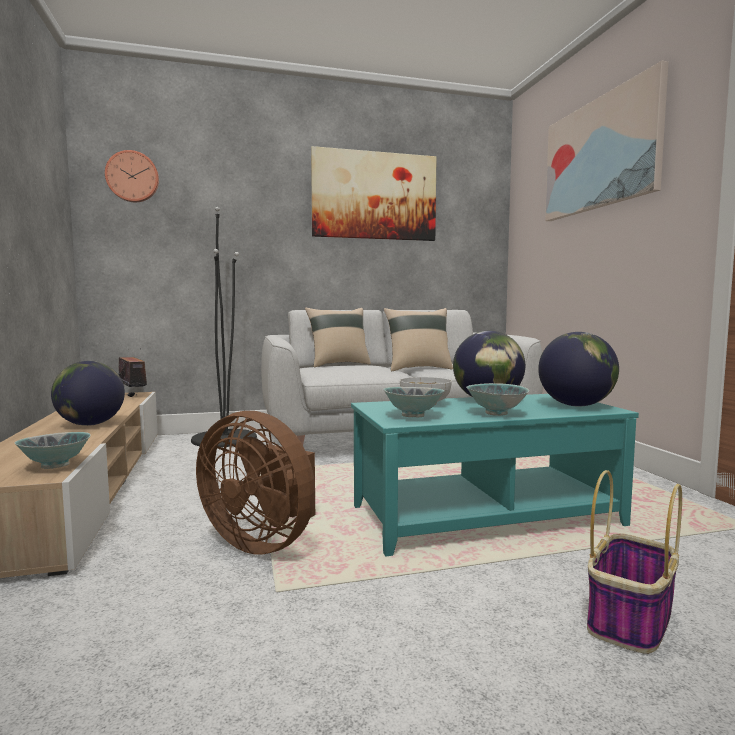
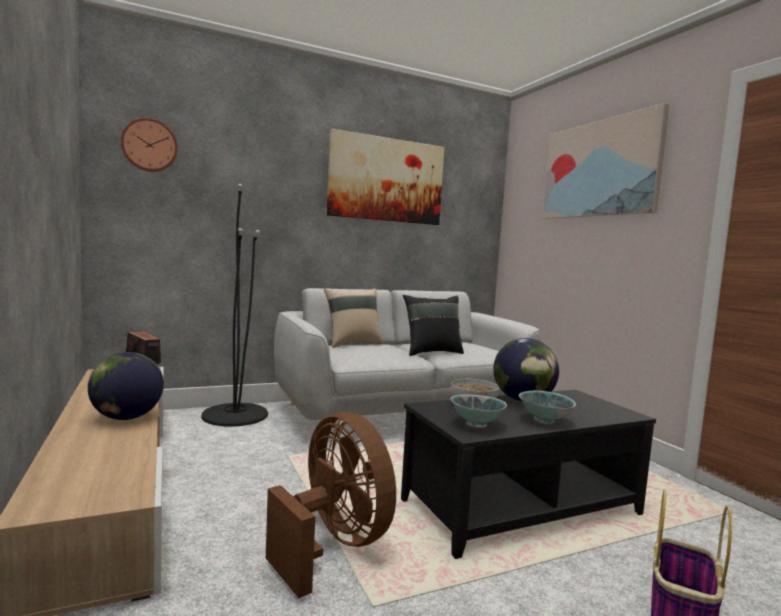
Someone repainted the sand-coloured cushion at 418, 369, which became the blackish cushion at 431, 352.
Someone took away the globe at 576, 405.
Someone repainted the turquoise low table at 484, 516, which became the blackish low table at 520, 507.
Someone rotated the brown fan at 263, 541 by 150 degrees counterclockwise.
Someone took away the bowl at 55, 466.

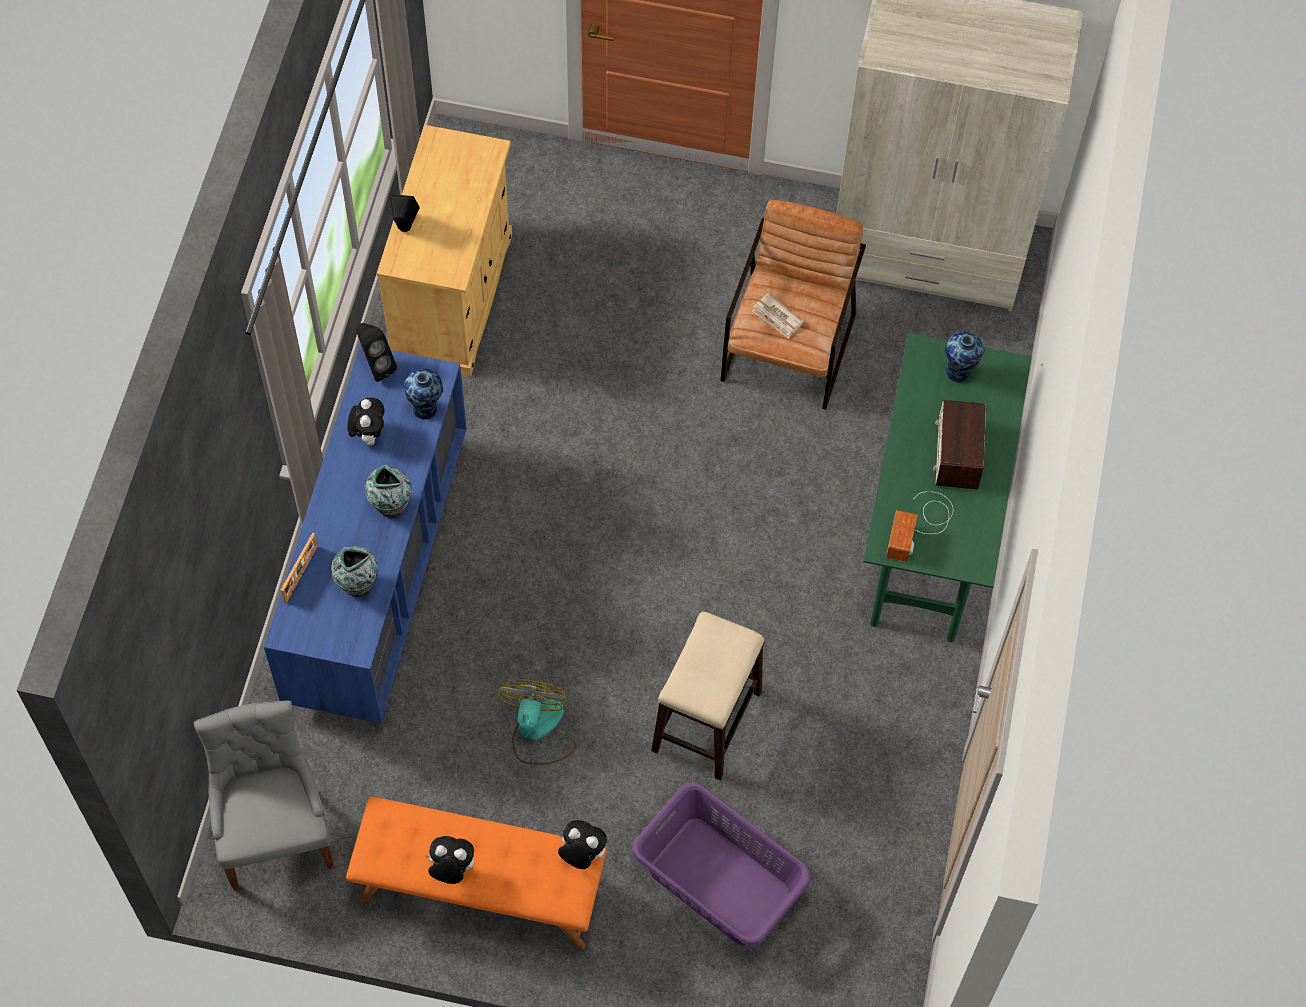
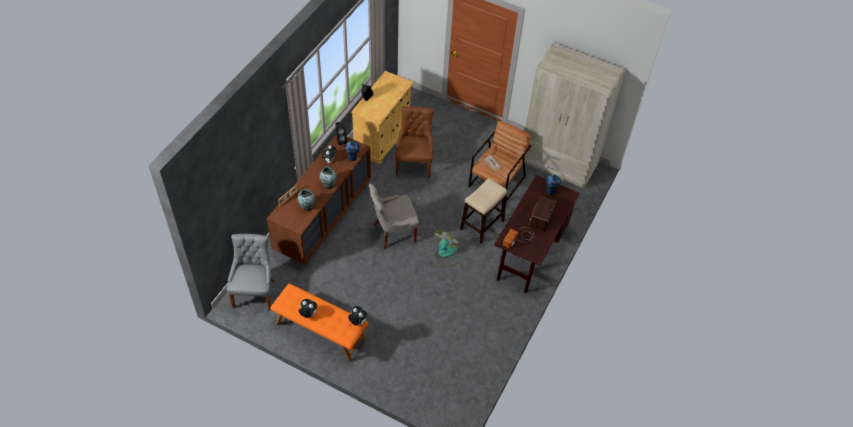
Someone repainted the green desk unit at 931, 529, which became the brown desk unit at 530, 253.
Someone repainted the bluish chest of drawers at 378, 573, which became the brown chest of drawers at 323, 218.
Someone carried the sitting stool from 707, 720 to 482, 224.
Someone carried the fan from 538, 730 to 445, 254.
Someone took away the purplish washing basket at 718, 882.
Someone put down the brown chair at 414, 164.
Someone put down the gray chair at 393, 233.

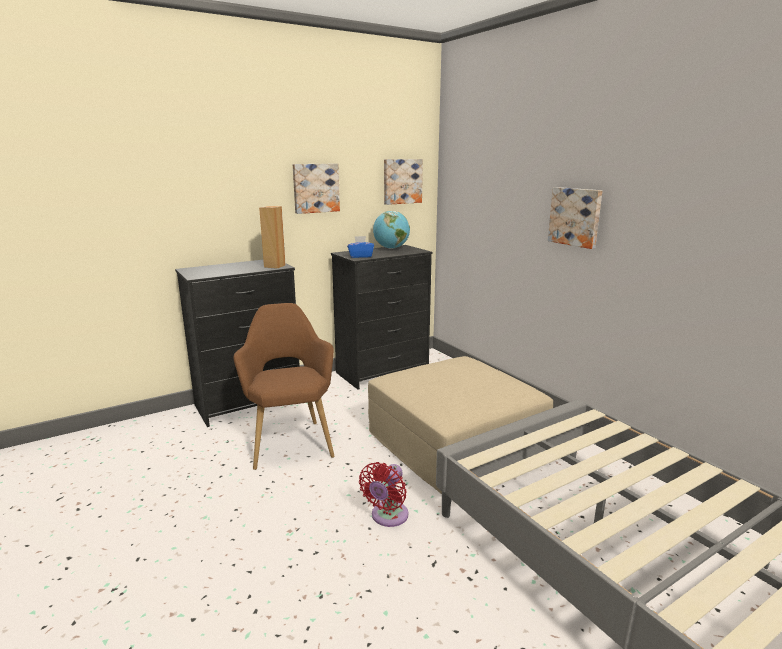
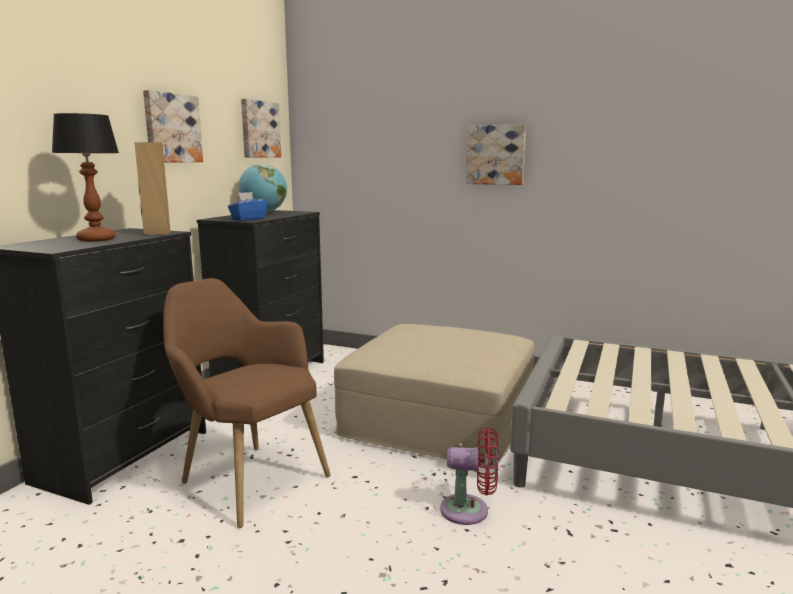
Someone rotated the reddish fan at 387, 517 by 75 degrees counterclockwise.
Someone put down the table lamp at 95, 239.

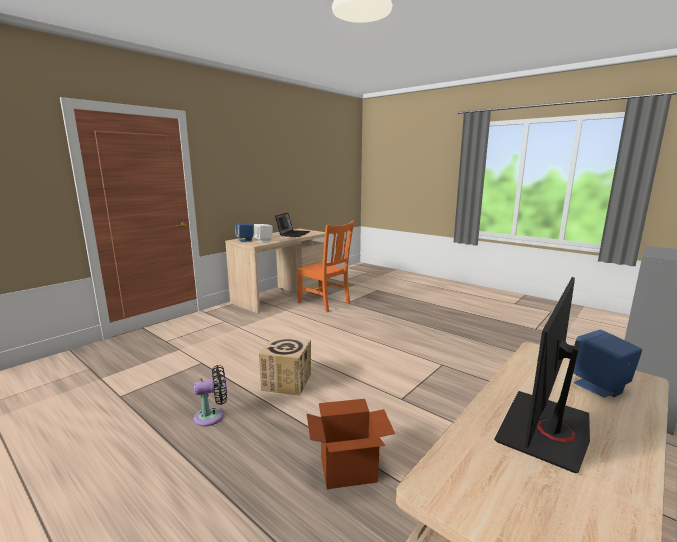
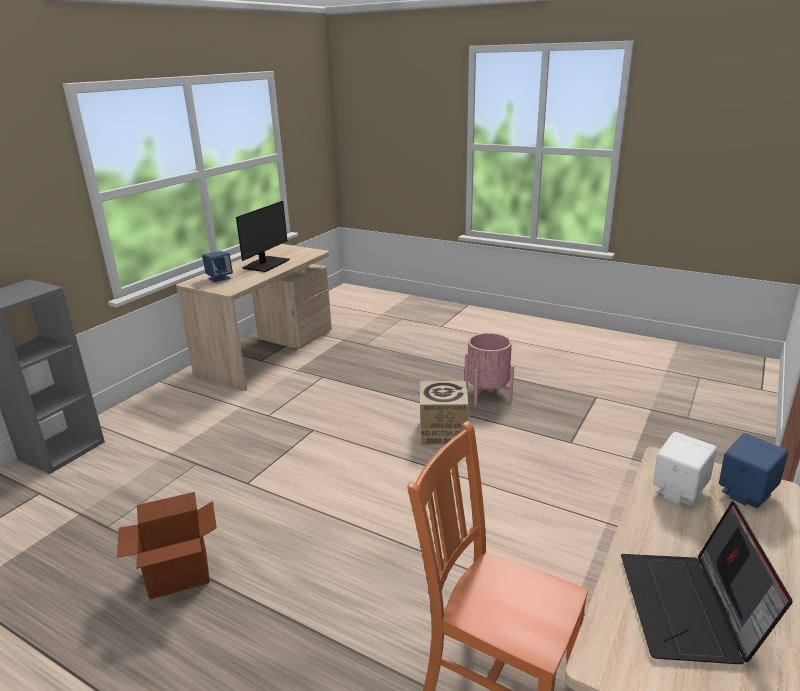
Someone swapped the blackish fan at 212, 416 for the pink-coloured planter at 487, 393.
Someone carried the carton from 349, 470 to 178, 575.

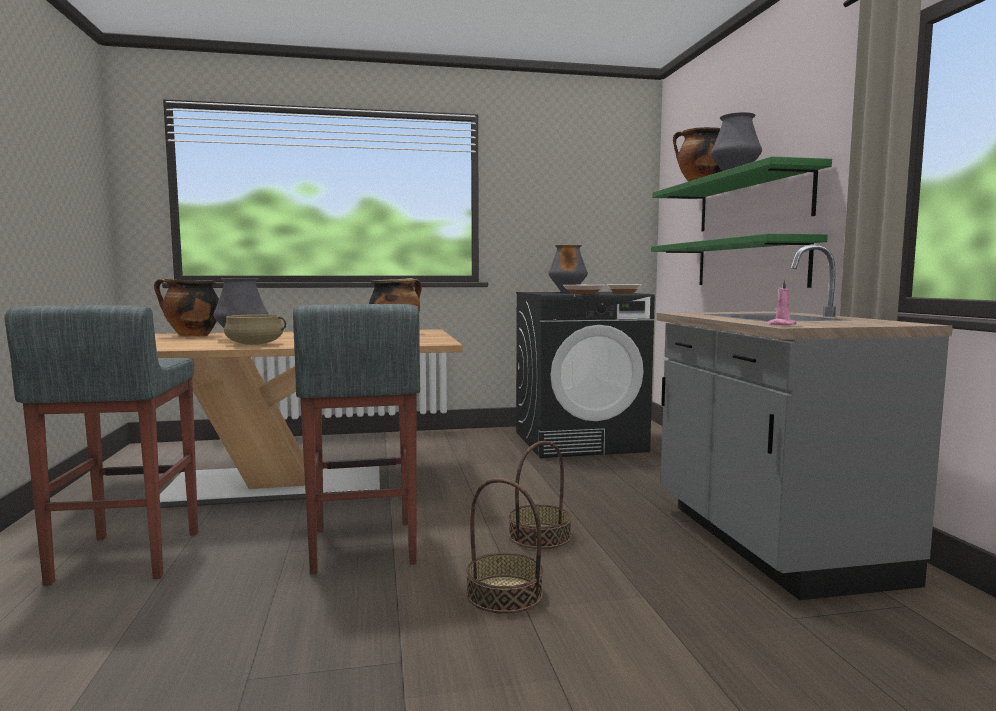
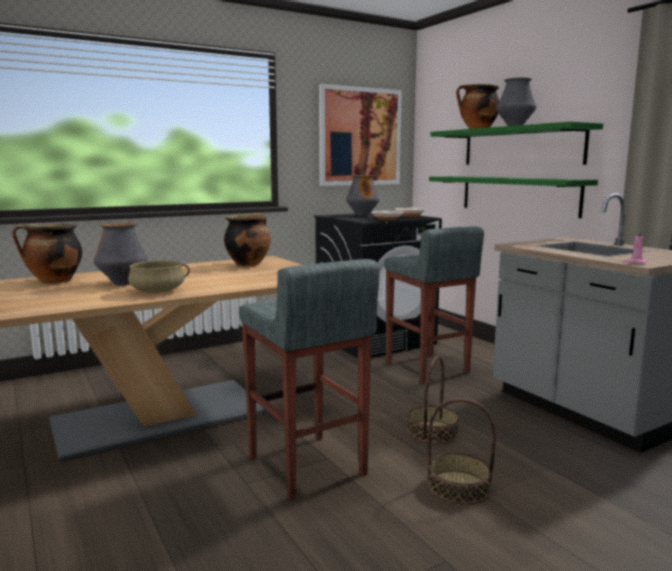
Someone carried the gray sitting stool from 124, 558 to 426, 368.
Someone put up the wall picture at 360, 137.

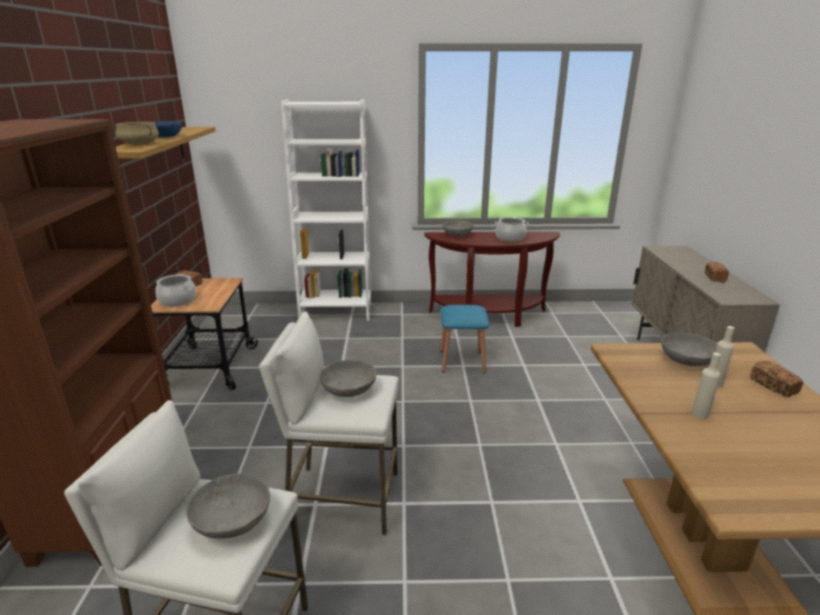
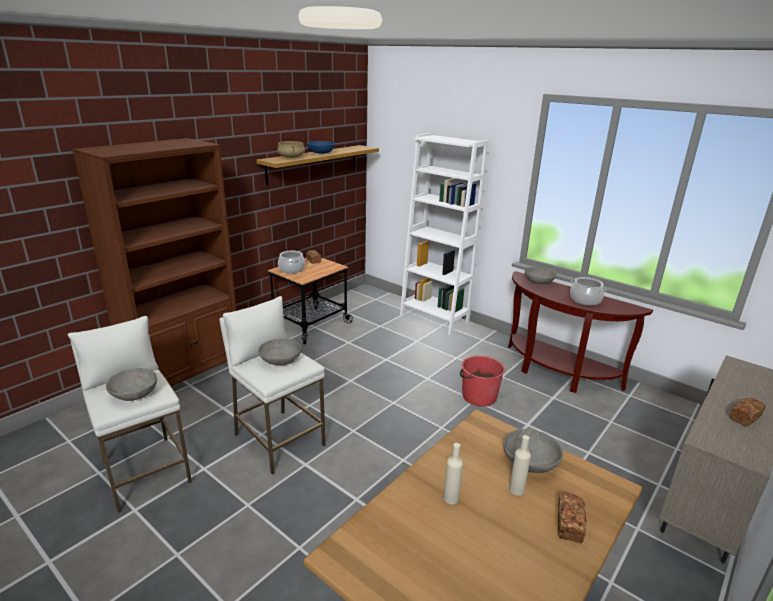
Someone swapped the bluish sitting stool at 462, 361 for the reddish pail at 478, 396.

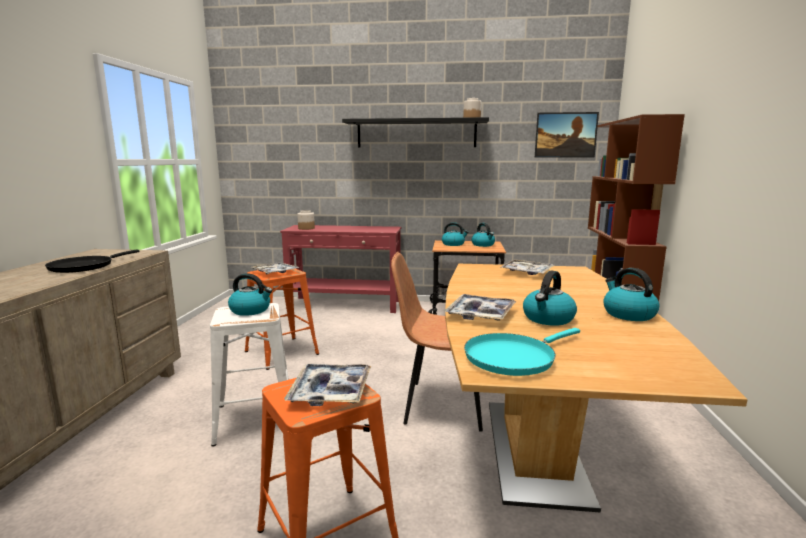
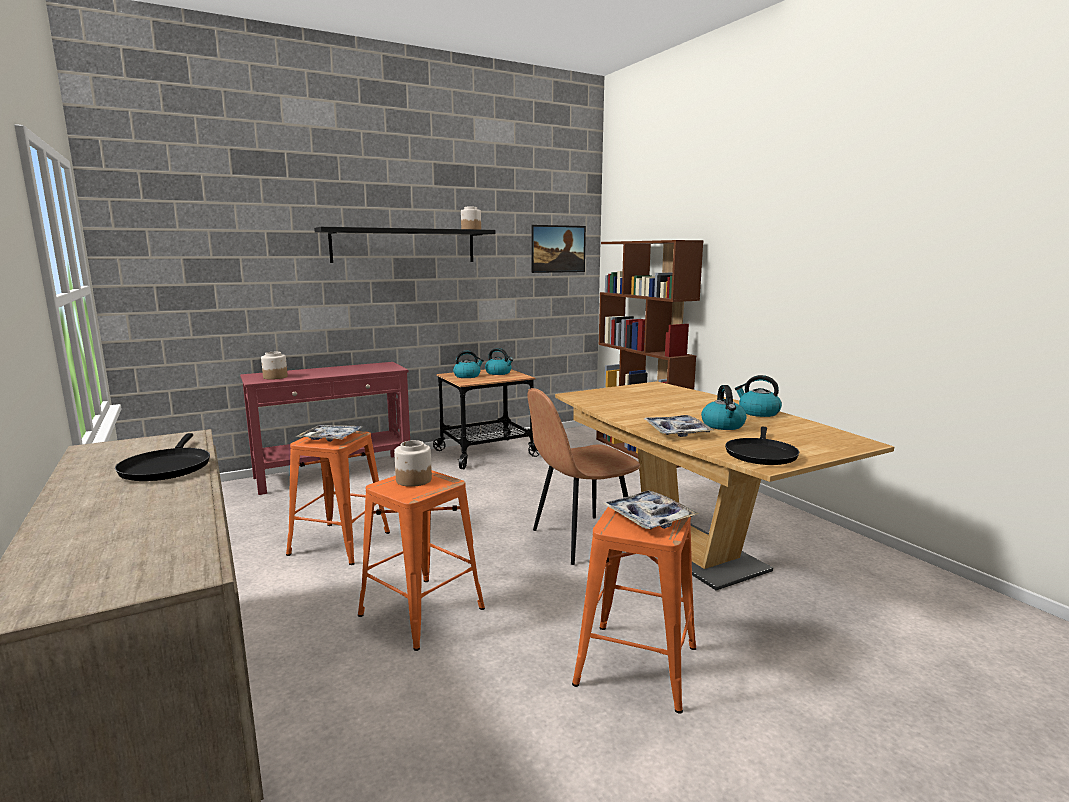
Someone took away the tray at 527, 272.
Someone swapped the kettle at 251, 310 for the storage jar at 413, 480.
Someone repainted the whitish sitting stool at 255, 418, which became the orangey sitting stool at 421, 611.
Someone repainted the turquoise pan at 513, 357, which became the blackish pan at 760, 454.

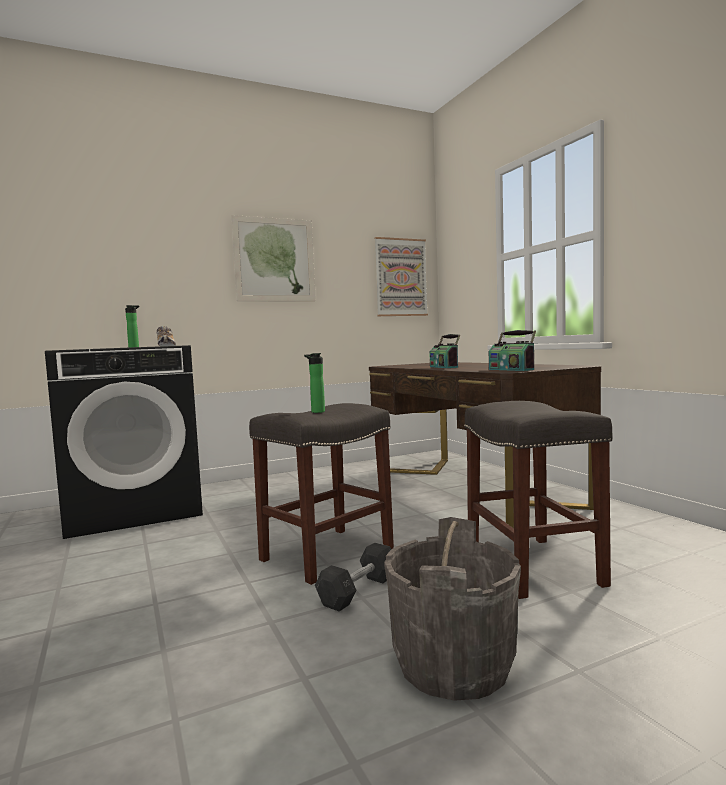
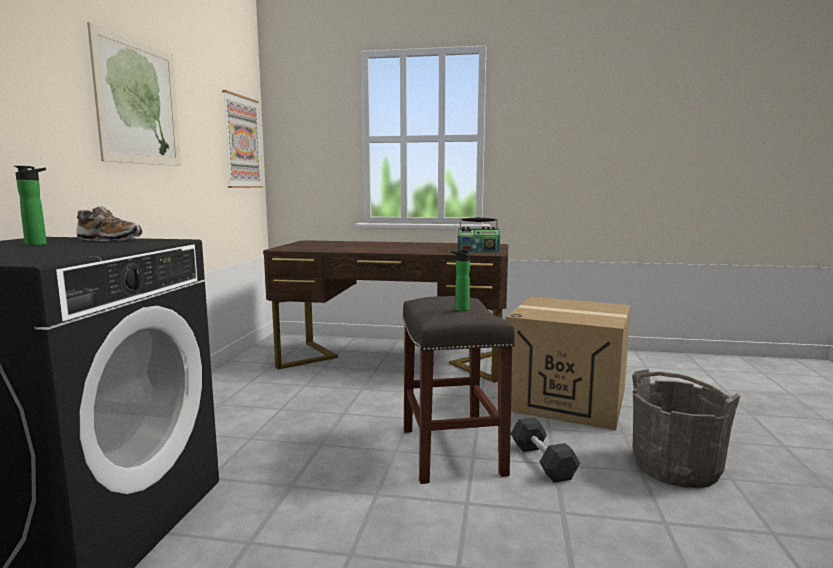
Someone took away the radio set at 444, 367.
Someone swapped the gray sitting stool at 534, 566 for the carton at 566, 400.

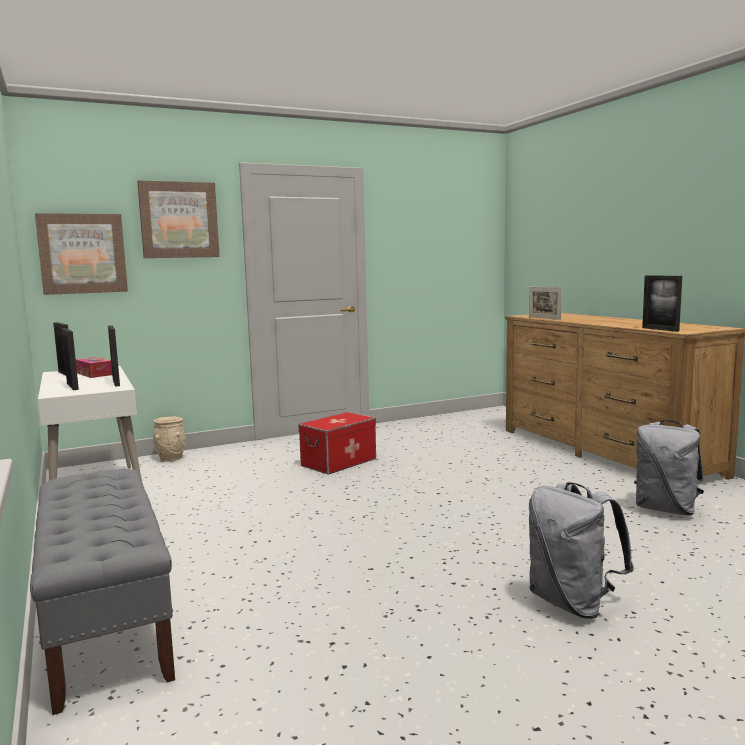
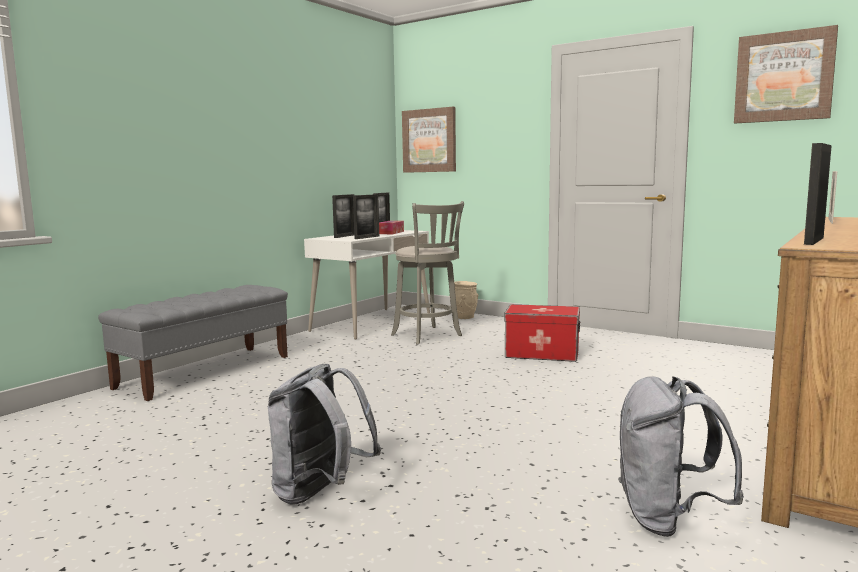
Someone carried the wall picture from 179, 220 to 784, 77.
Someone put down the gray sitting stool at 428, 336.

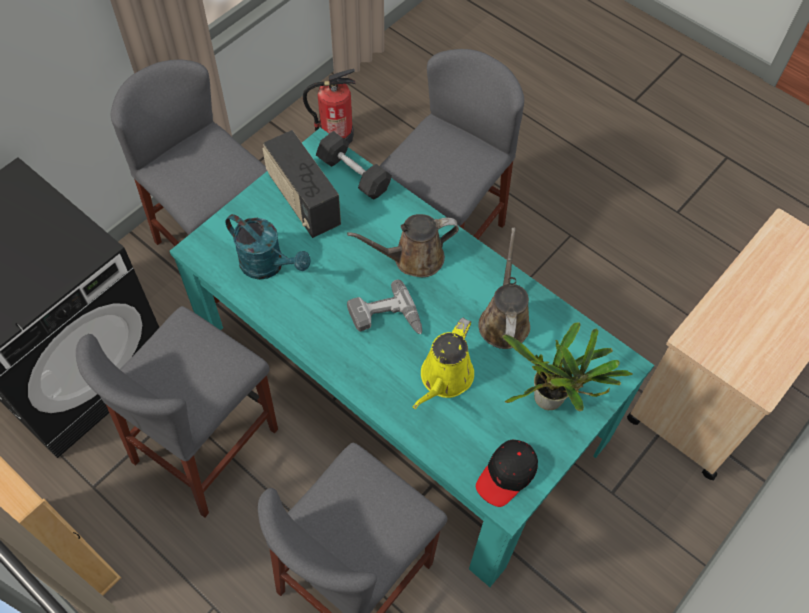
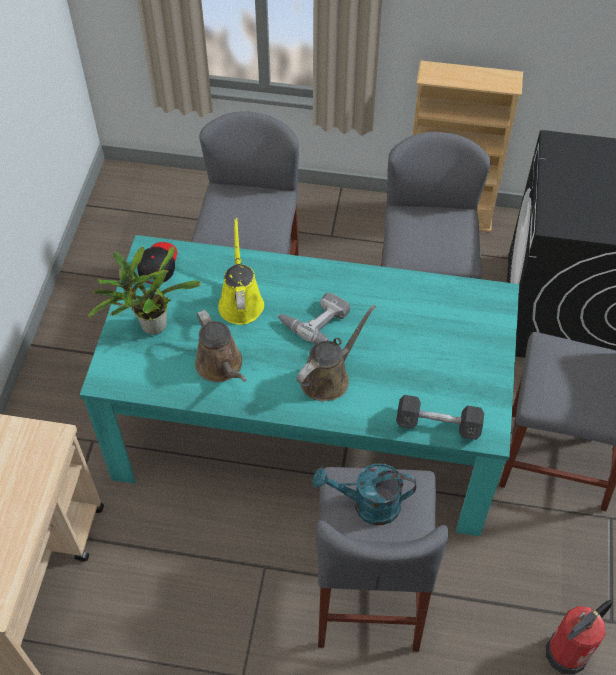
Someone took away the radio set at 303, 201.
Someone carried the turquoise watering can from 268, 265 to 367, 505.

